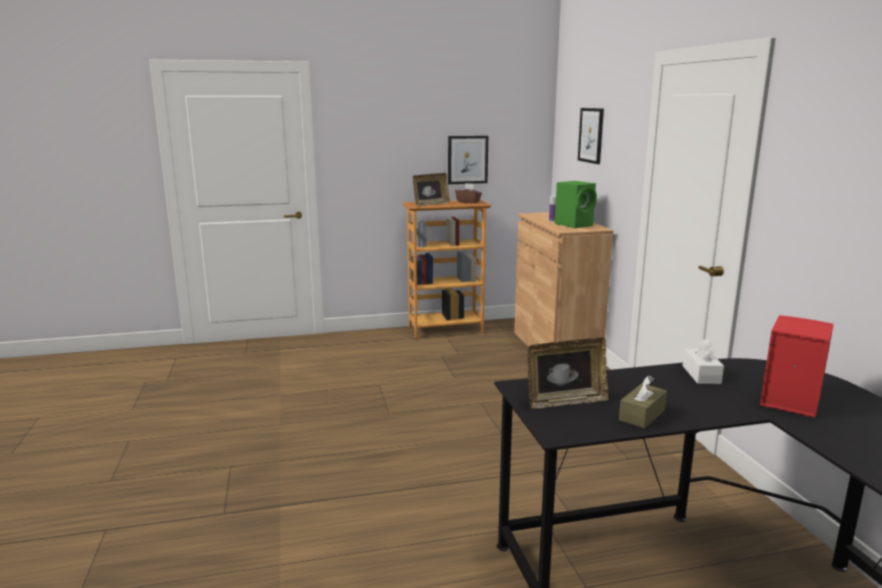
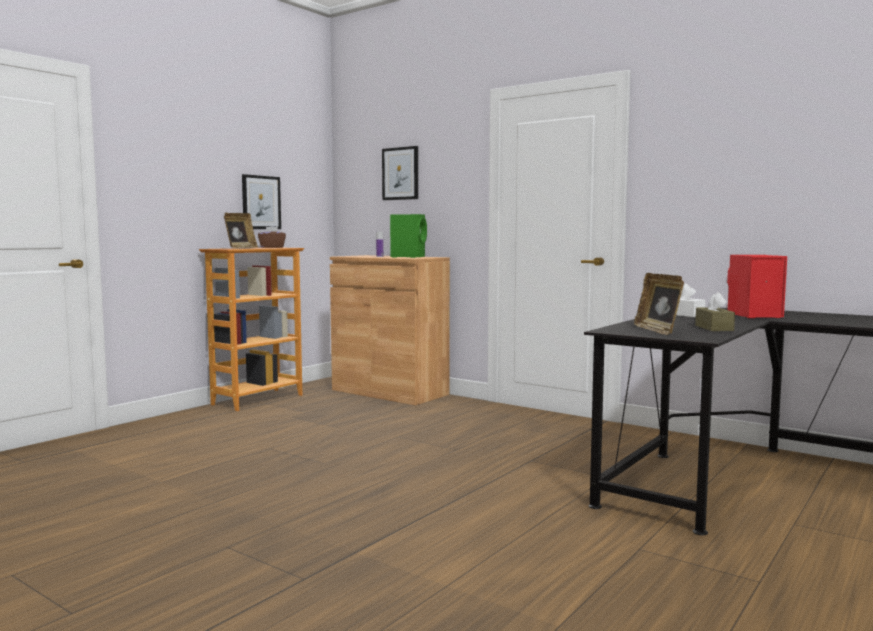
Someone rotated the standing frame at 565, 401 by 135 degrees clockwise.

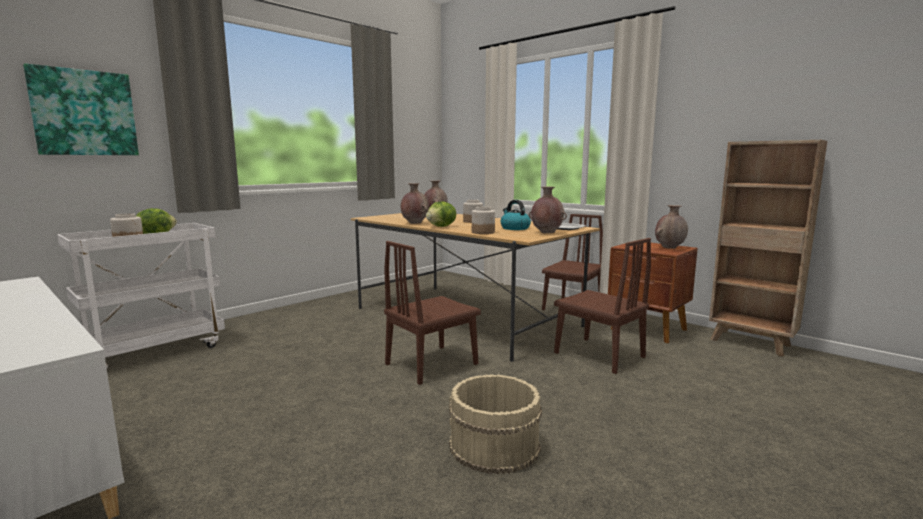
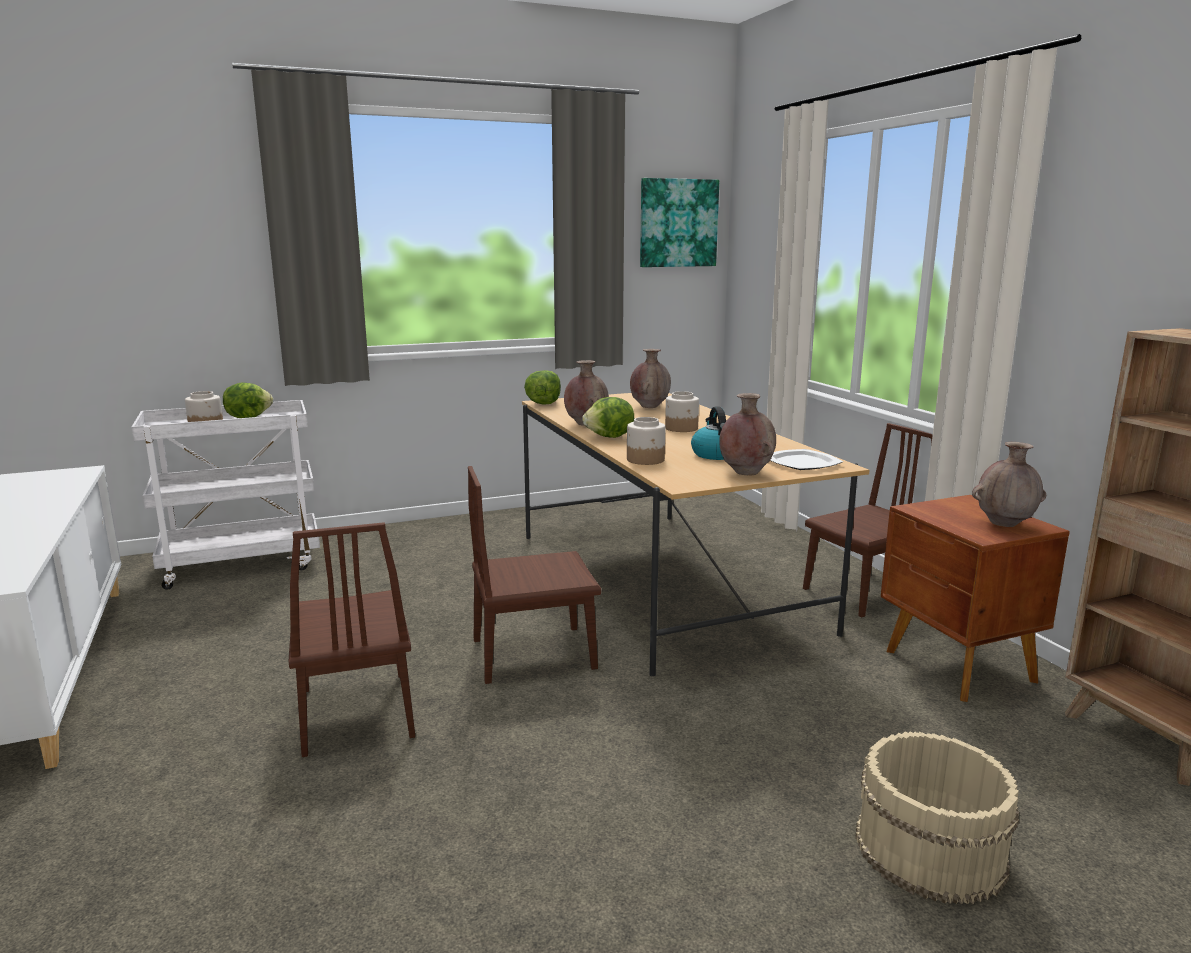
Someone carried the wall picture from 84, 113 to 678, 223.
Someone carried the brown chair from 598, 355 to 356, 712.
Someone carried the sand-coloured pail from 494, 446 to 928, 850.
Someone put down the head of lettuce at 543, 403.

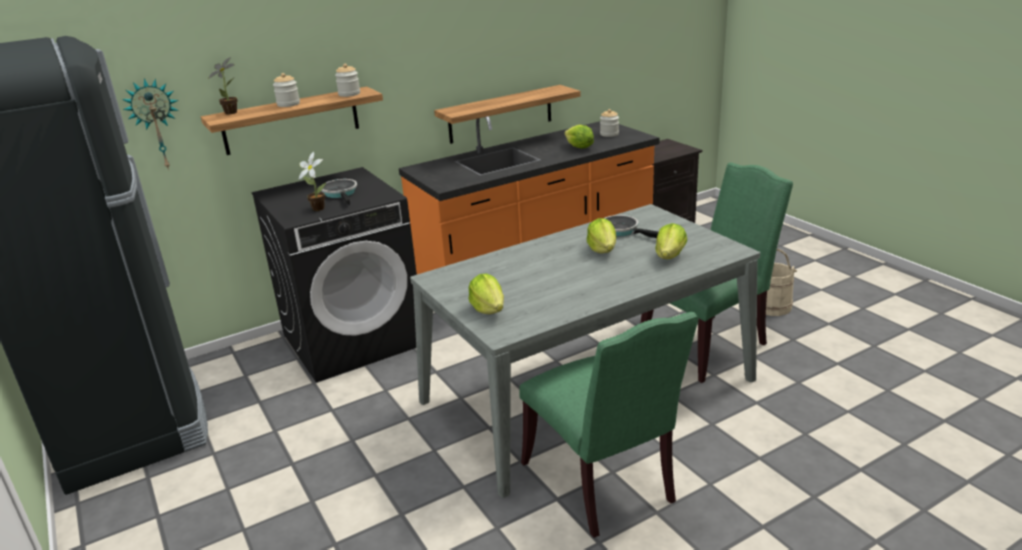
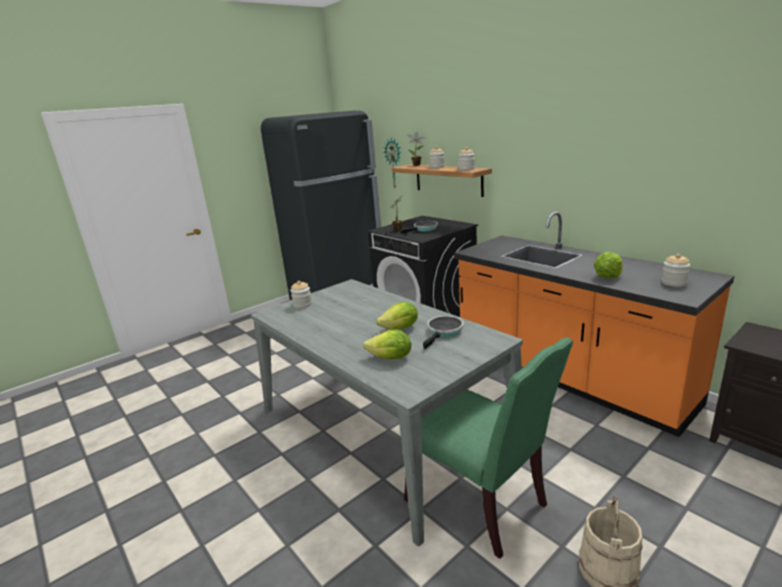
Someone took away the bracket shelf at 500, 114.
Someone swapped the head of lettuce at 488, 309 for the storage jar at 302, 305.
Someone took away the green chair at 603, 484.

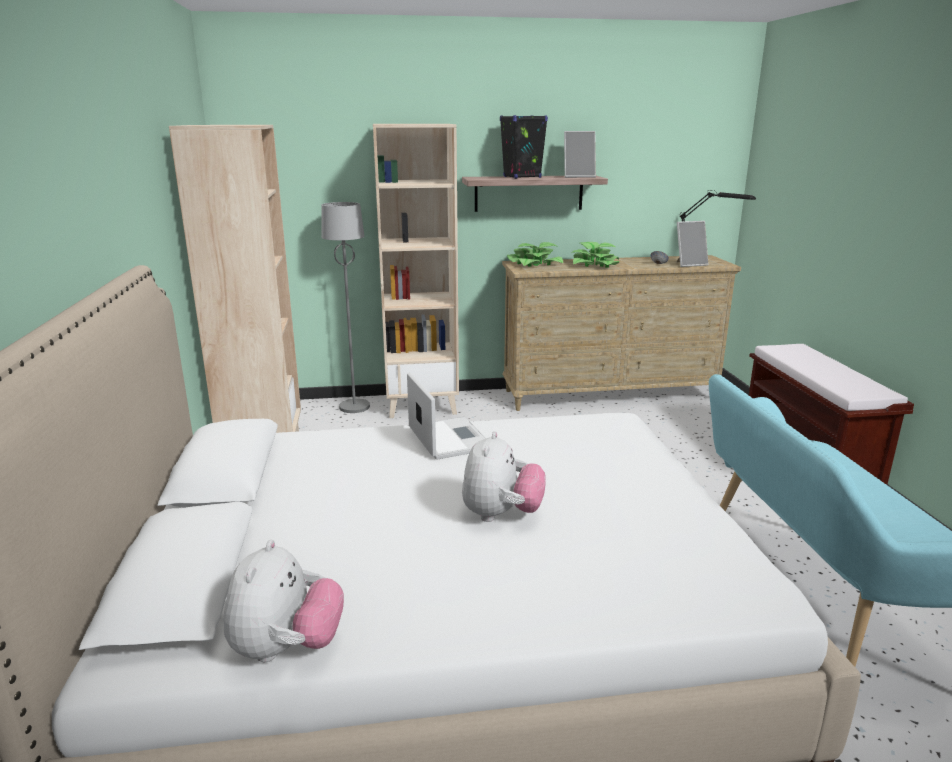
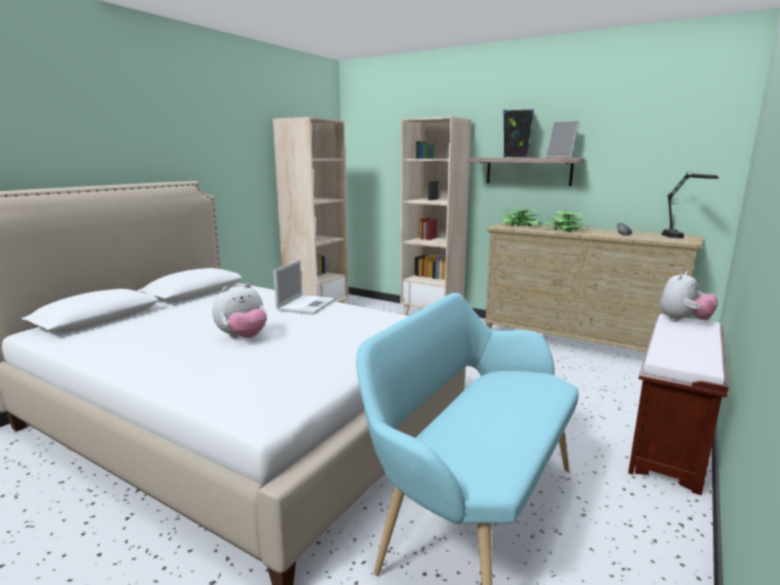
Someone took away the gray standard lamp at 354, 407.
Someone took away the standing frame at 689, 264.
Someone carried the soft toy from 287, 648 to 683, 321.

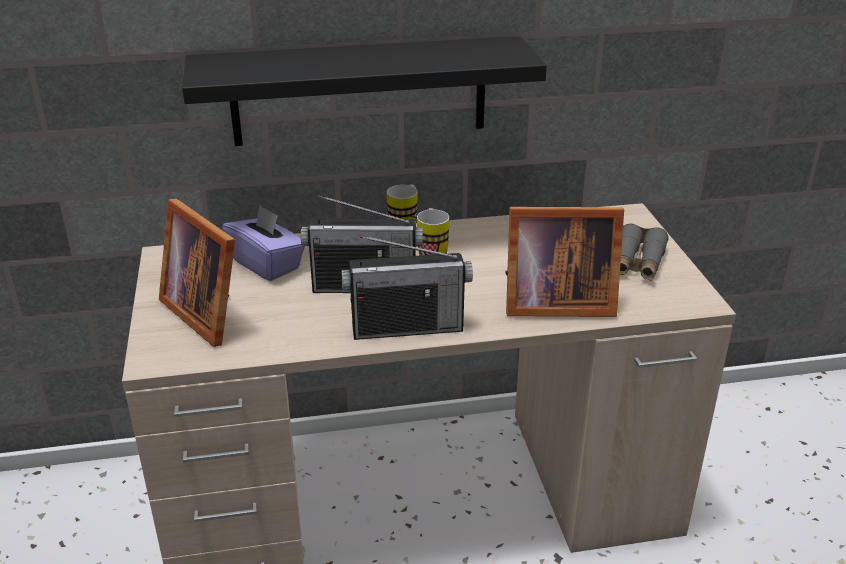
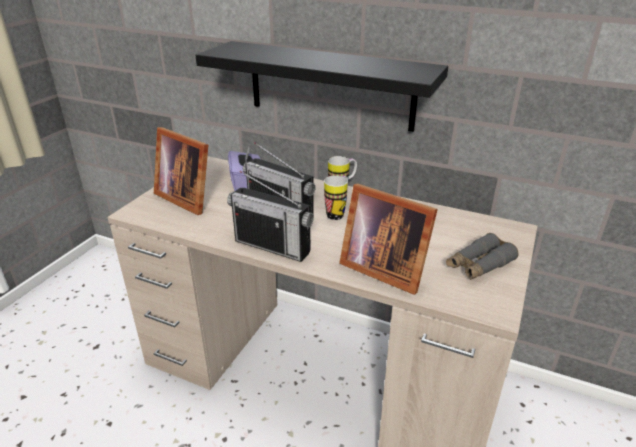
Someone rotated the standing frame at 207, 311 by 45 degrees counterclockwise.

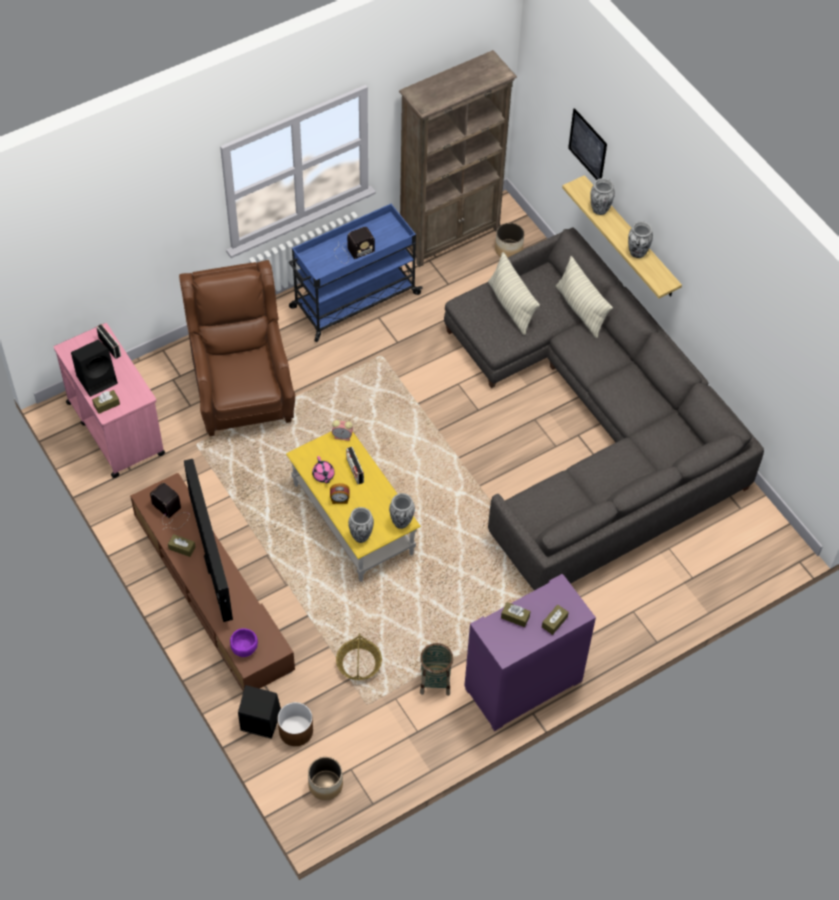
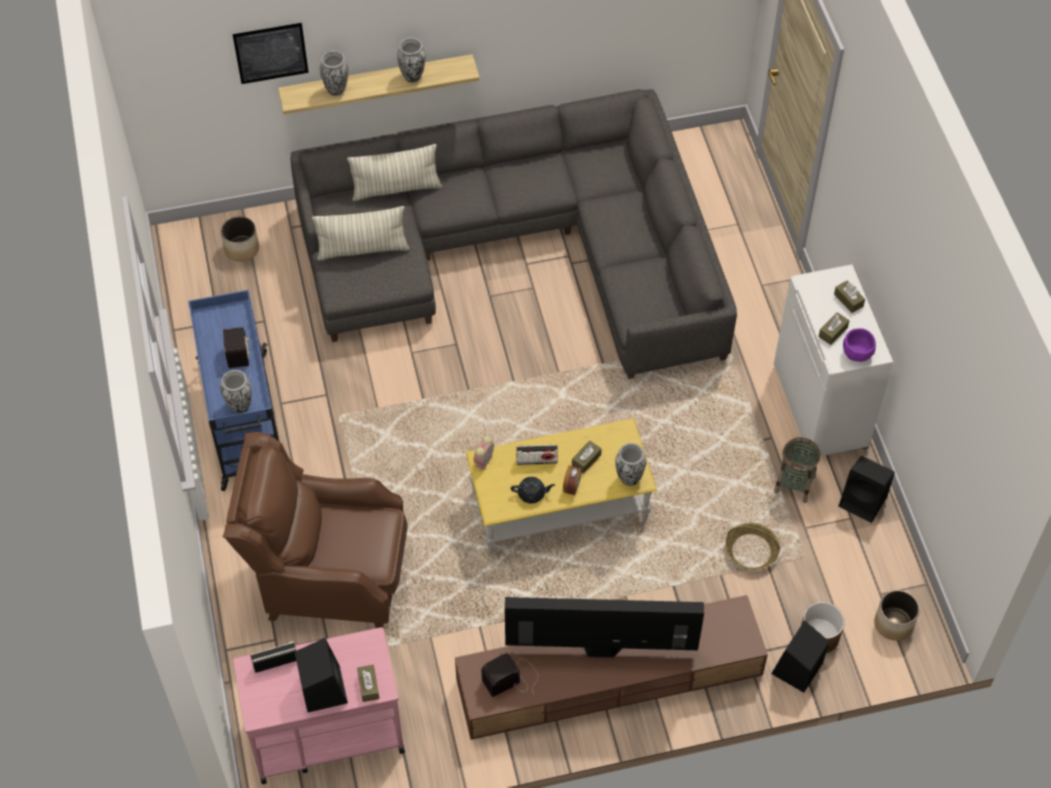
Someone took away the brown bookcase at 450, 235.
Someone repainted the pink-coloured teapot at 323, 475, which became the blackish teapot at 532, 494.
Someone carried the vase from 401, 522 to 239, 406.
Someone carried the brown tissue holder from 182, 548 to 586, 460.
Someone repainted the purplish cabinet at 523, 685, which became the whitish cabinet at 821, 406.
Someone carried the purplish bowl from 244, 648 to 856, 353.
Someone put down the blackish speaker at 864, 501.

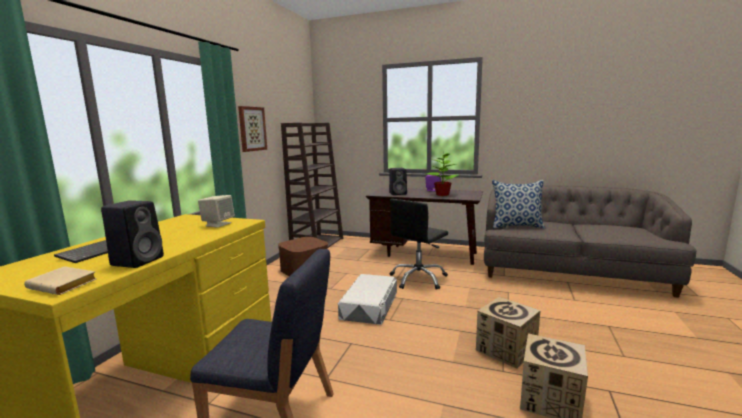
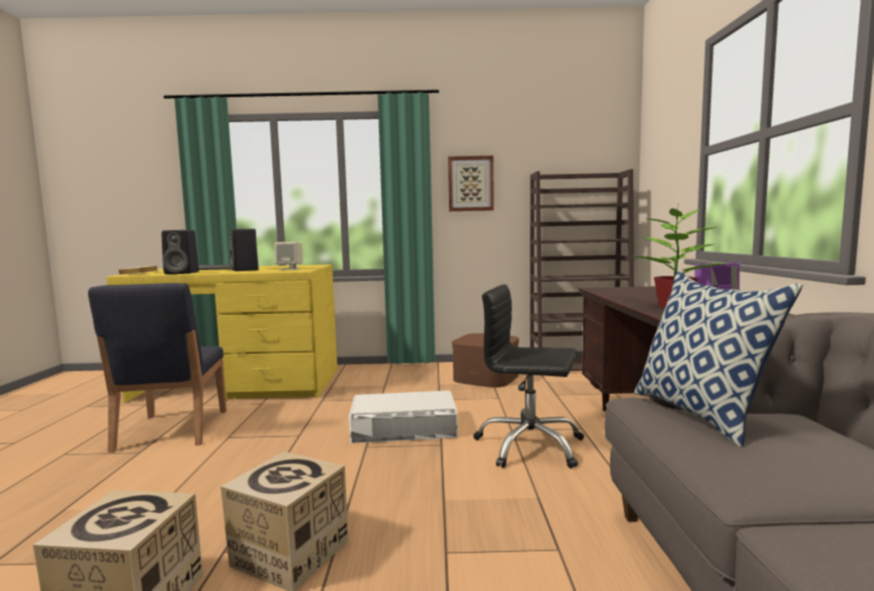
Someone carried the blackish speaker from 398, 193 to 245, 270.

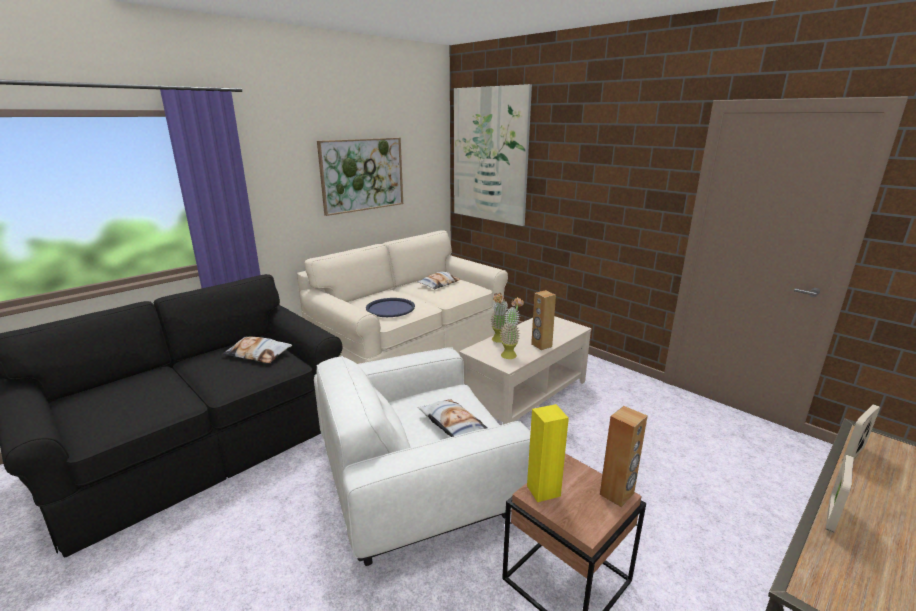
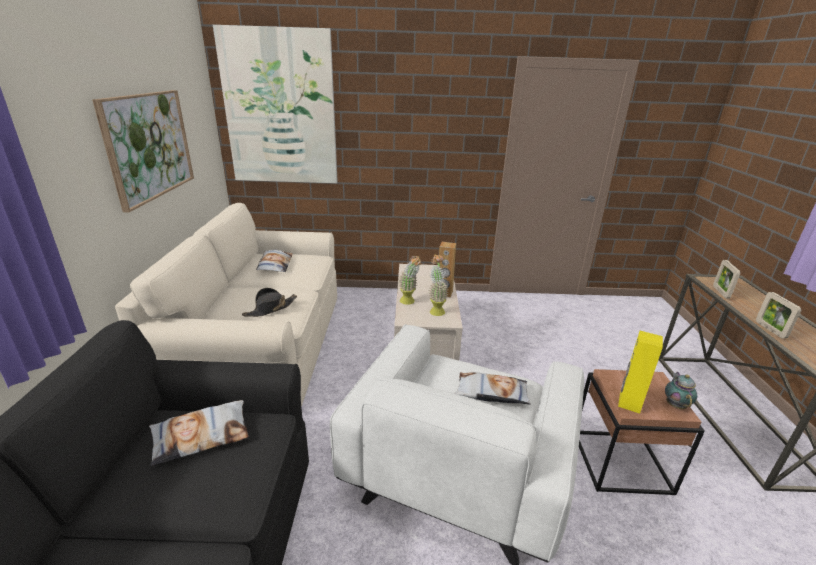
Someone swapped the bluish tray at 390, 308 for the blackish clothing hat at 270, 309.
Someone took away the brown speaker at 617, 494.
Someone put down the teapot at 675, 405.

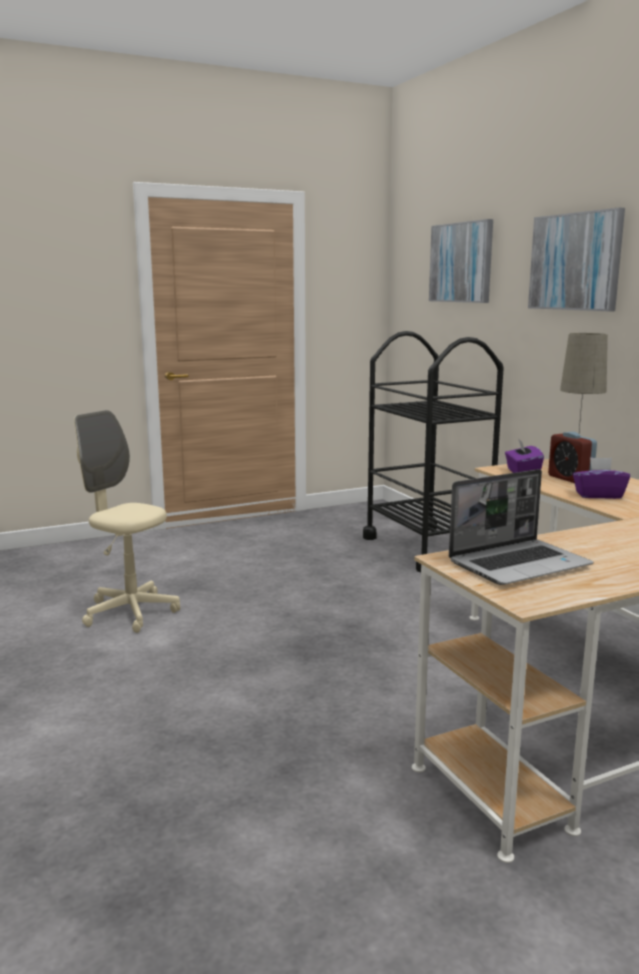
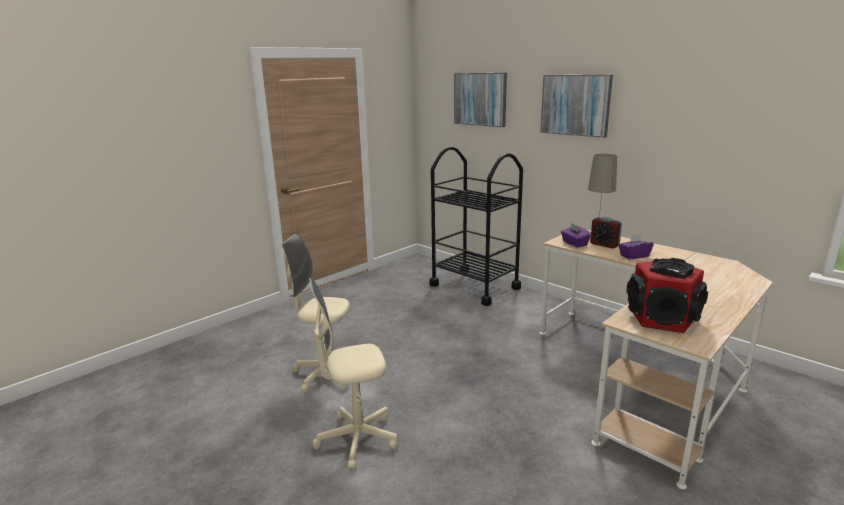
Someone swapped the laptop at 519, 564 for the speaker at 661, 318.
Someone put down the sand-coloured desk chair at 357, 439.

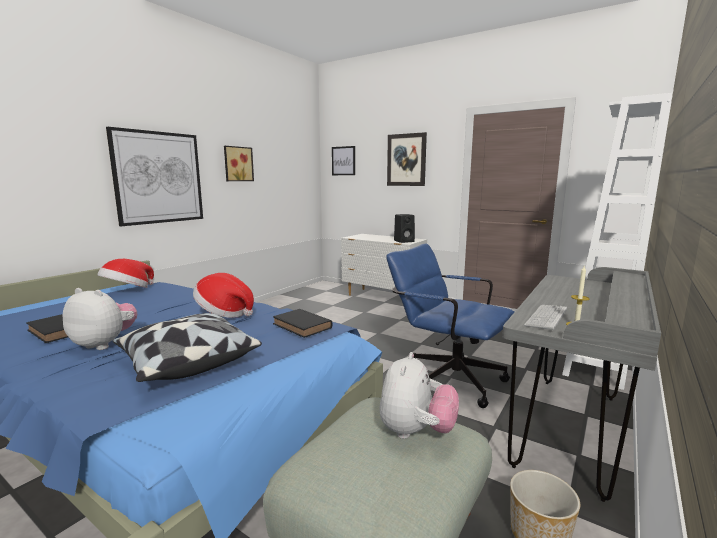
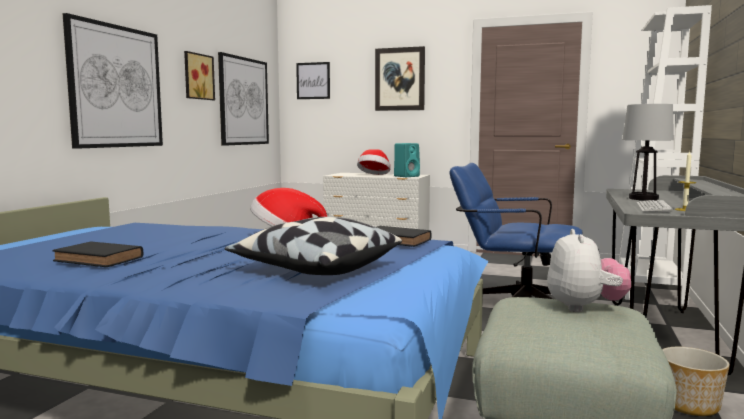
Someone repainted the blackish speaker at 404, 241, which became the turquoise speaker at 407, 176.
Someone carried the clothing hat from 127, 290 to 374, 175.
Someone took away the soft toy at 104, 344.
Someone put up the wall picture at 243, 101.
Someone put down the table lamp at 643, 199.

